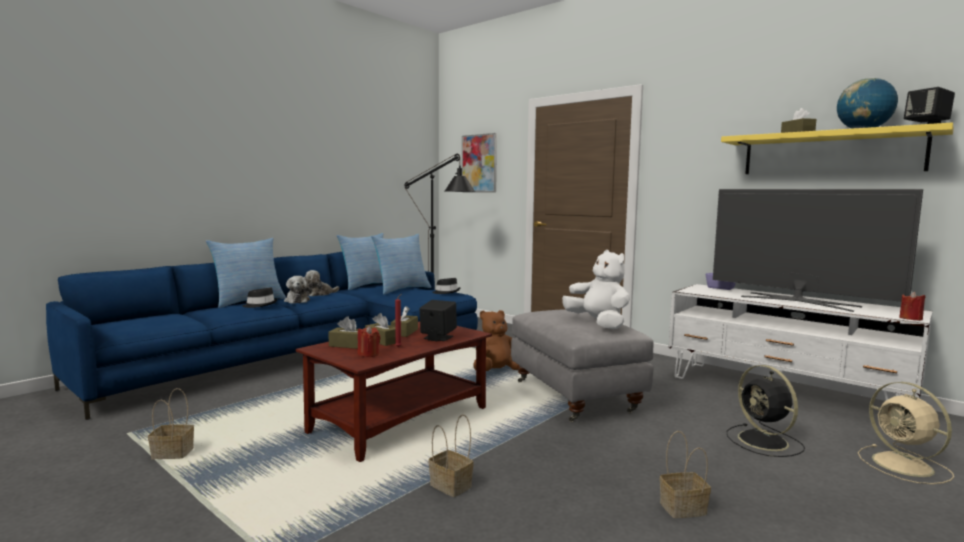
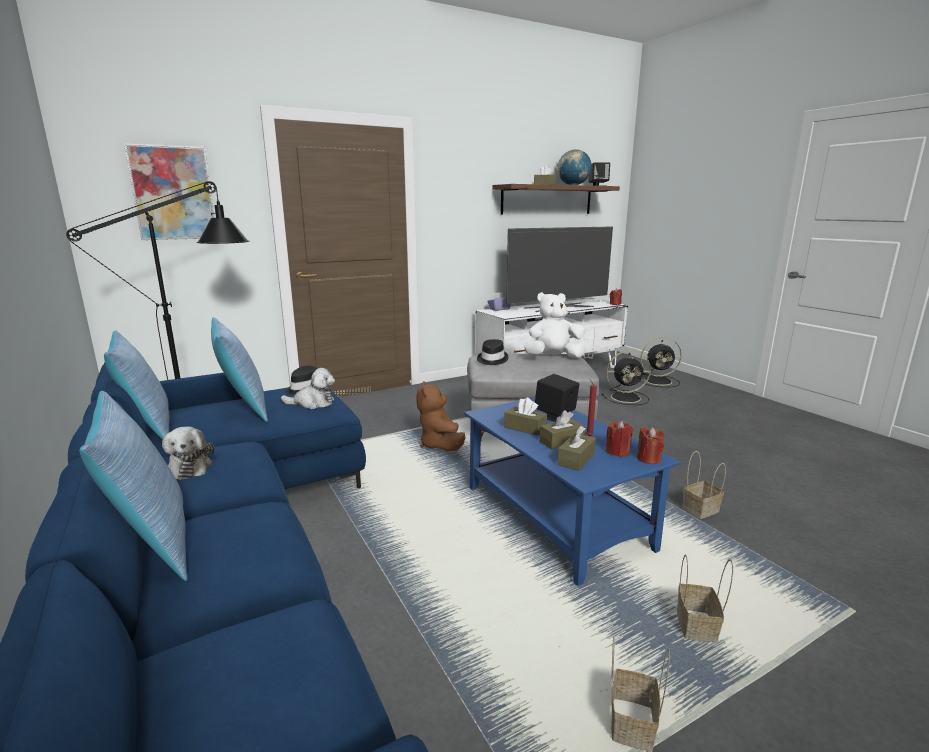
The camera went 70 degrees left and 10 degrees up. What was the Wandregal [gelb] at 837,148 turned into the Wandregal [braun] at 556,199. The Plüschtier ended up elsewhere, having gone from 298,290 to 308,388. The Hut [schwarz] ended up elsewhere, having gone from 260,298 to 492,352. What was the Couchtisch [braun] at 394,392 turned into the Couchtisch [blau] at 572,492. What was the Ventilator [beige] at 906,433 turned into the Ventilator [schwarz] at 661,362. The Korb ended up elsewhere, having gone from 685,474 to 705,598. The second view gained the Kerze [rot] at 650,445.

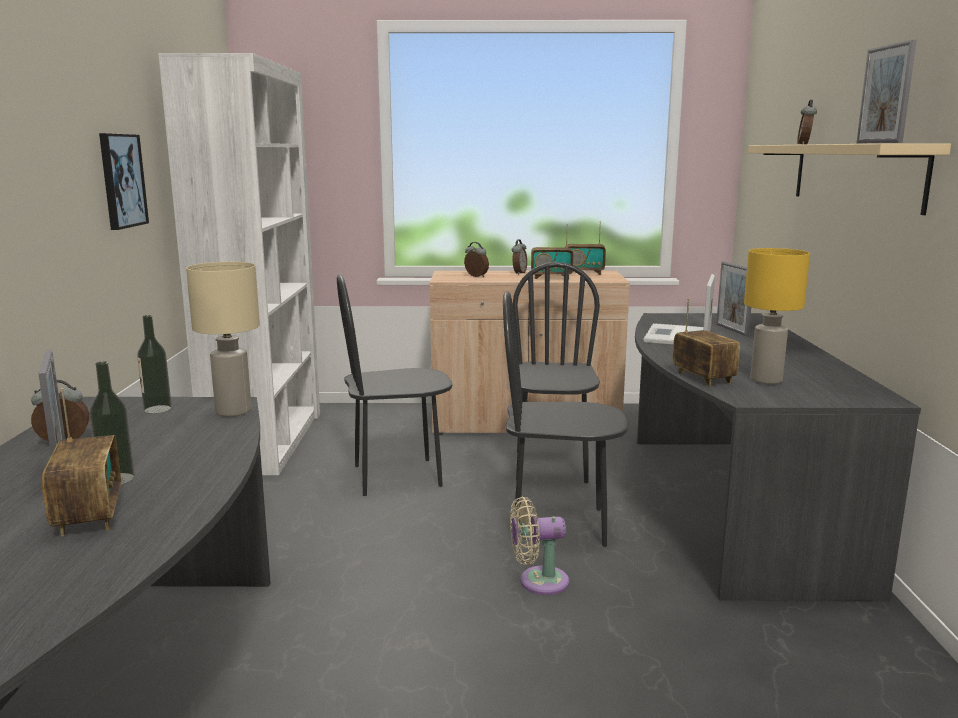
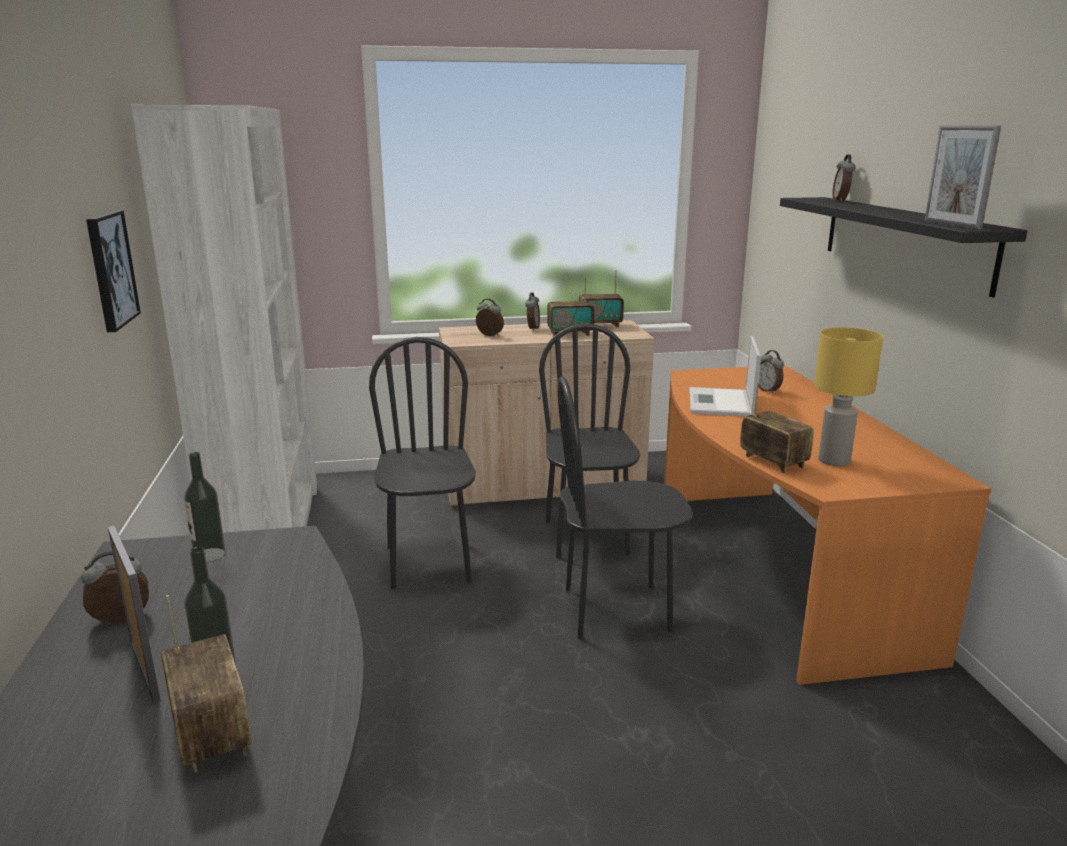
The camera went 10 degrees left and 5 degrees up. What was the Wandregal [beige] at 849,179 turned into the Wandregal [schwarz] at 903,247. Where the Bilderrahmen stood at 733,298, the Wecker came to stand at 771,372. The second view lost the Tischlampe [beige] at 223,339. The Stuhl [schwarz] at 395,385 ended up facing another way, 105 degrees clockwise from before. What was the Schreibtisch [grau] at 778,457 turned into the Schreibtisch [orange] at 827,525. The second view lost the Ventilator [beige] at 539,546.

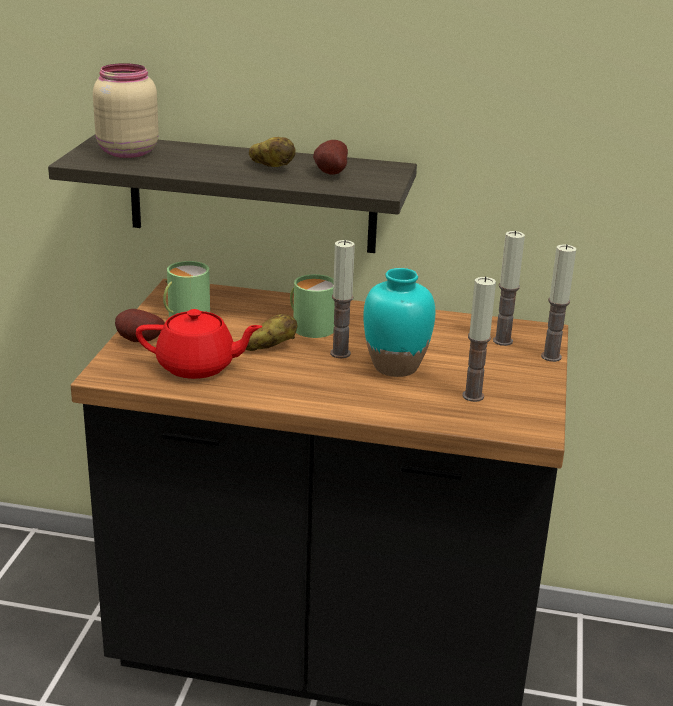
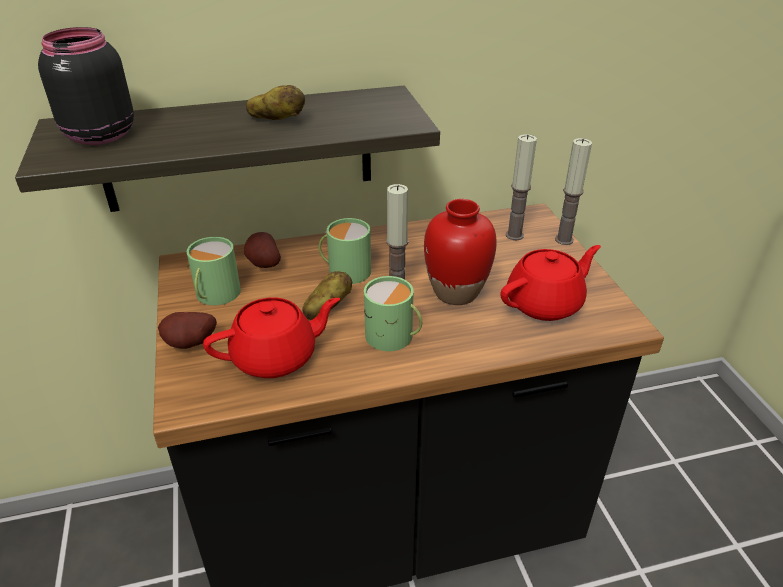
The camera went 25 degrees left and 10 degrees up. What was the Vorratsglas [beige] at 126,110 turned into the Vorratsglas [schwarz] at 86,86. The Kartoffel ended up elsewhere, having gone from 330,157 to 262,250. What was the Vase [türkis] at 399,322 turned into the Vase [rot] at 460,252. Where the Kerze stood at 479,339, the Teekanne [rot] came to stand at 551,283. The second view gained the Henkelbecher [grün] at 393,313.

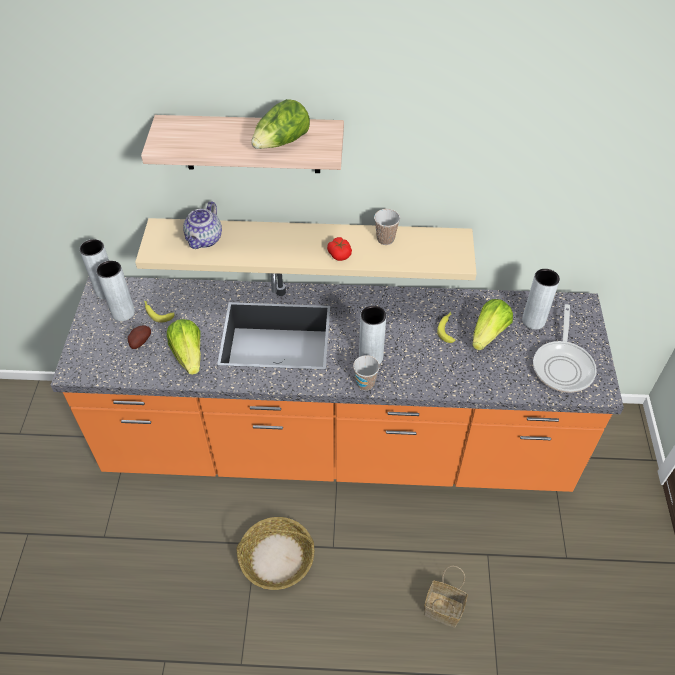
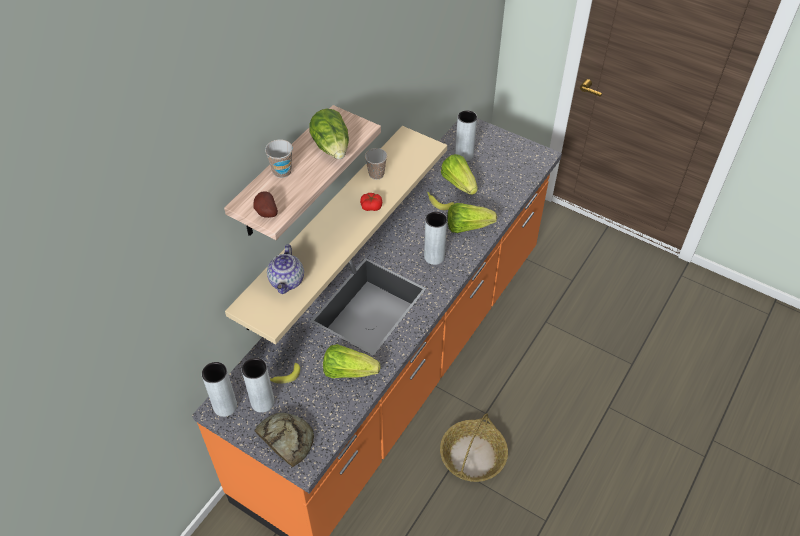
The camera went 60 degrees left and 0 degrees up. The Teekanne at 202,225 ended up facing another way, 45 degrees clockwise from before. The second view lost the Pfanne at 565,348. The Kartoffel ended up elsewhere, having gone from 139,337 to 265,204. The Tasse ended up elsewhere, having gone from 366,373 to 279,158. The second view lost the Korb at 446,597. The second view gained the Salatkopf at 472,218. The second view gained the Brot at 284,440.

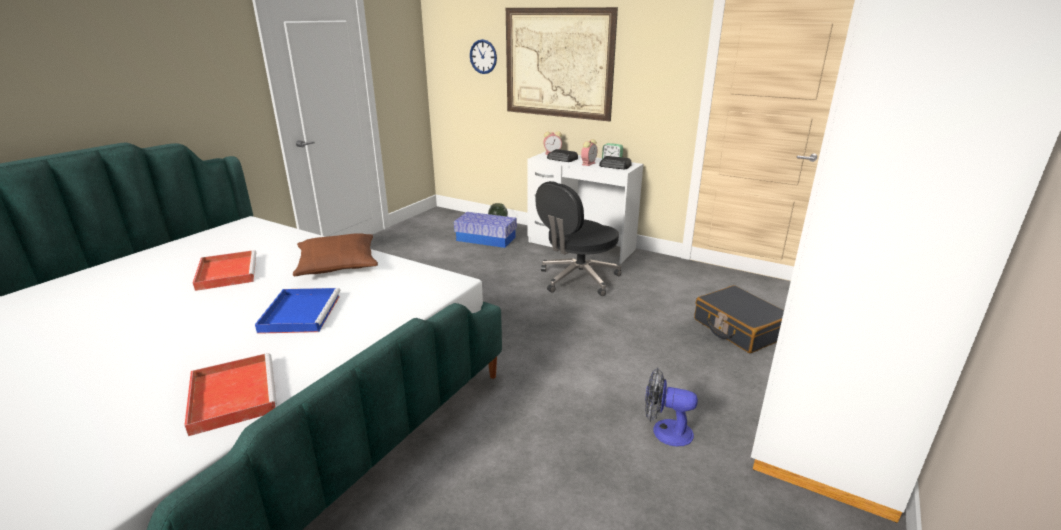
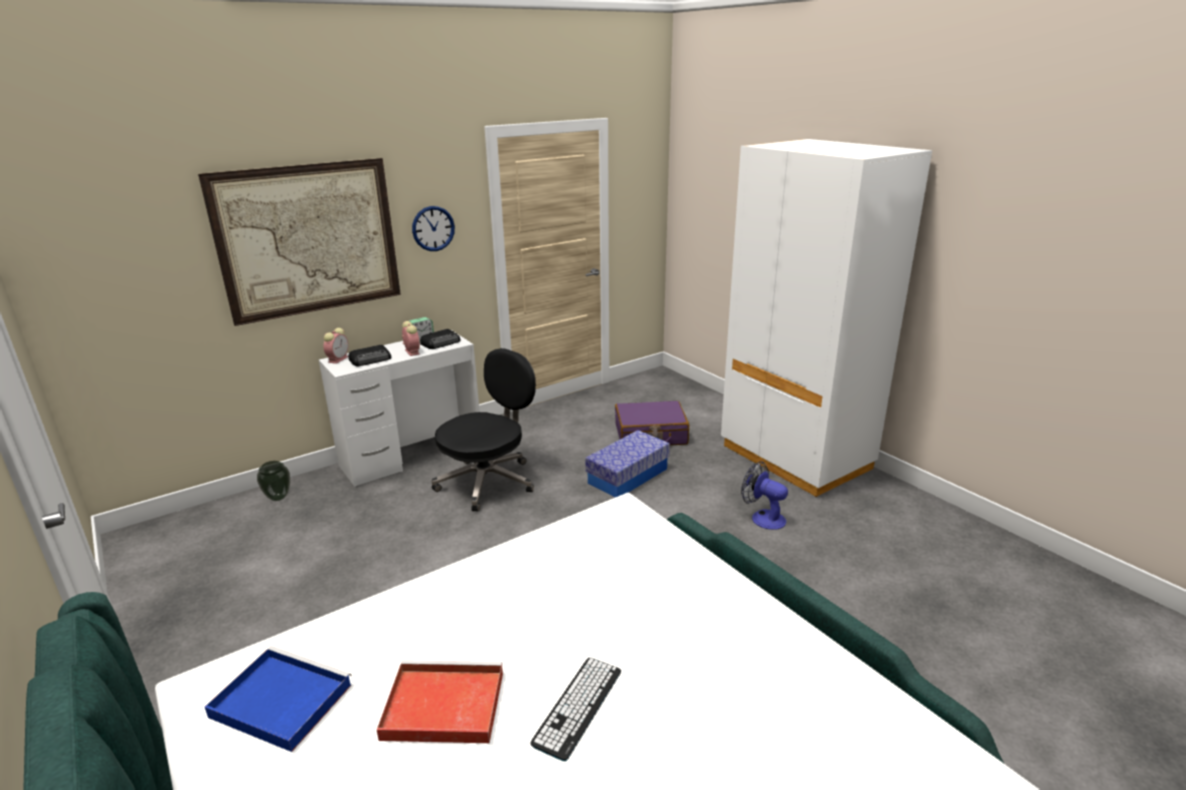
The camera went 65 degrees left and 0 degrees up. The Wanduhr ended up elsewhere, having gone from 483,56 to 433,228. The Bürostuhl [schwarz] at 578,238 ended up facing another way, 120 degrees counterclockwise from before. The Aufbewahrungsbox ended up elsewhere, having gone from 485,230 to 627,463. The second view lost the Kissen [braun] at 335,254. What was the Koffer [schwarz] at 739,319 turned into the Koffer [lila] at 652,423. The Tablett [blau] ended up elsewhere, having gone from 297,311 to 278,699. The second view lost the Tablett [rot] at 230,394. The Ventilator at 671,407 ended up facing another way, 90 degrees clockwise from before. The second view gained the Tastatur at 575,709.

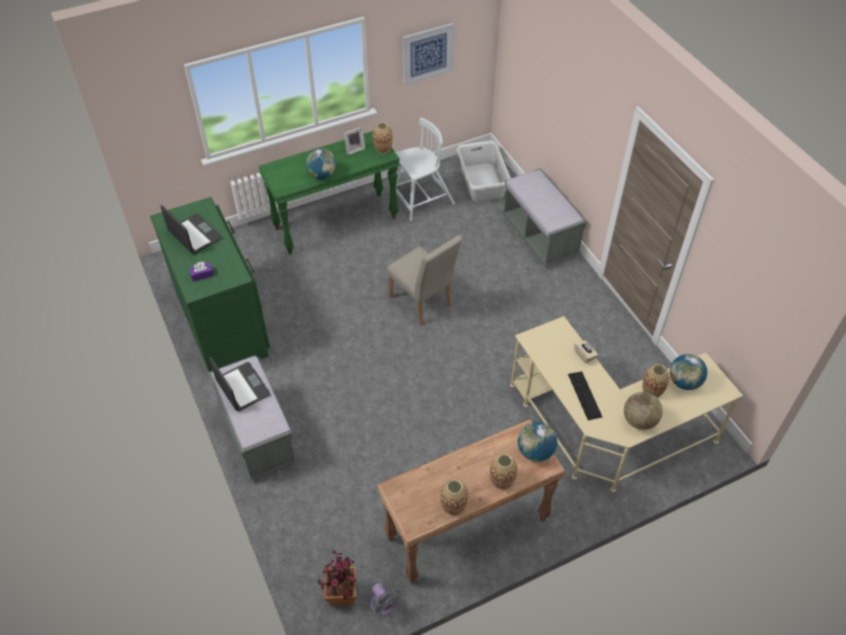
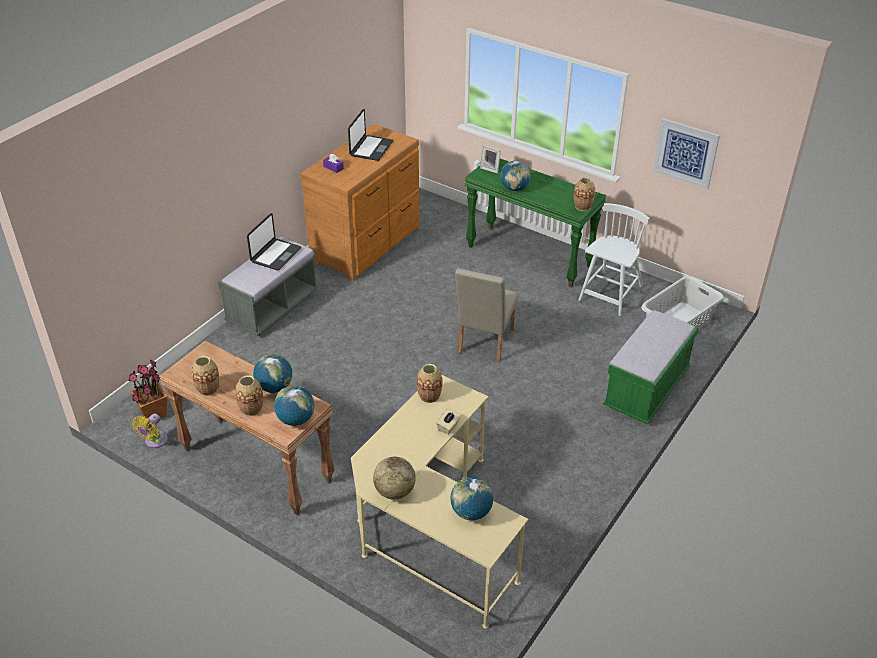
The camera went 60 degrees right and 10 degrees down. The Stuhl [weiß] at 425,169 ended up facing another way, 90 degrees counterclockwise from before. The Bilderrahmen ended up elsewhere, having gone from 354,141 to 490,159. What was the Bank [grau] at 544,217 turned into the Bank [grün] at 651,367. What was the Kommode [grün] at 210,284 turned into the Kommode [braun] at 359,202. The Vase ended up elsewhere, having gone from 656,381 to 429,383. The second view lost the Tastatur at 585,395. What was the Ventilator [grau] at 385,599 turned into the Ventilator [gelb] at 150,430. The second view gained the Globus at 272,373.

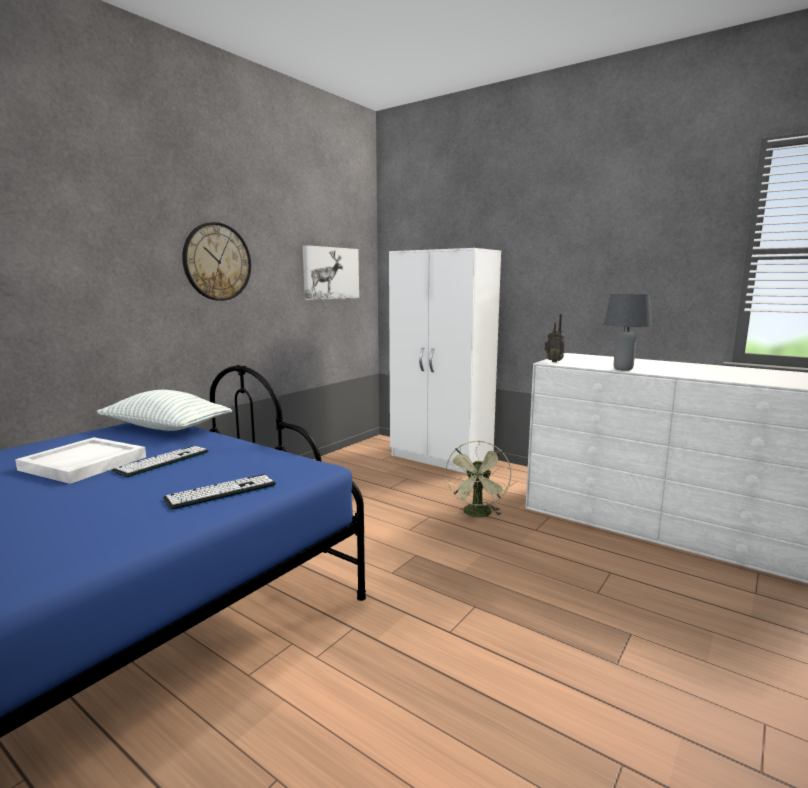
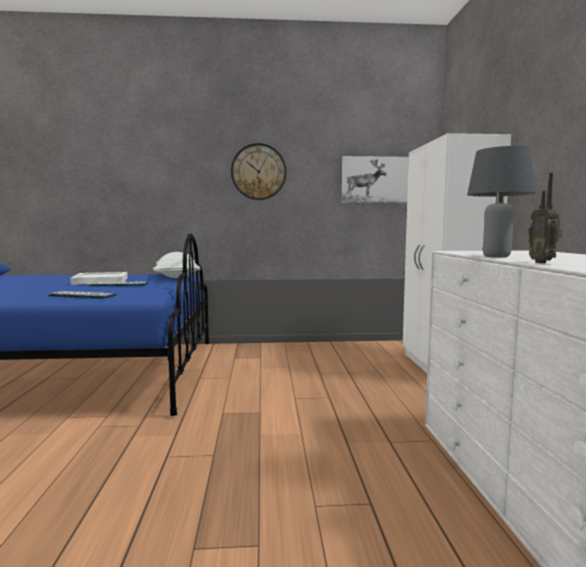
The camera went 50 degrees right and 5 degrees down. The Radio ended up elsewhere, having gone from 554,338 to 545,218. The second view lost the Ventilator [grün] at 478,478.

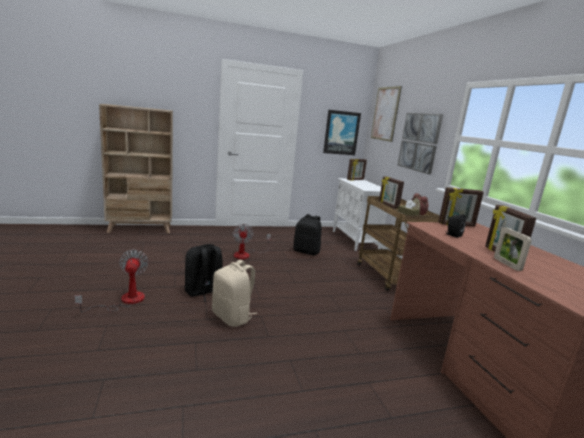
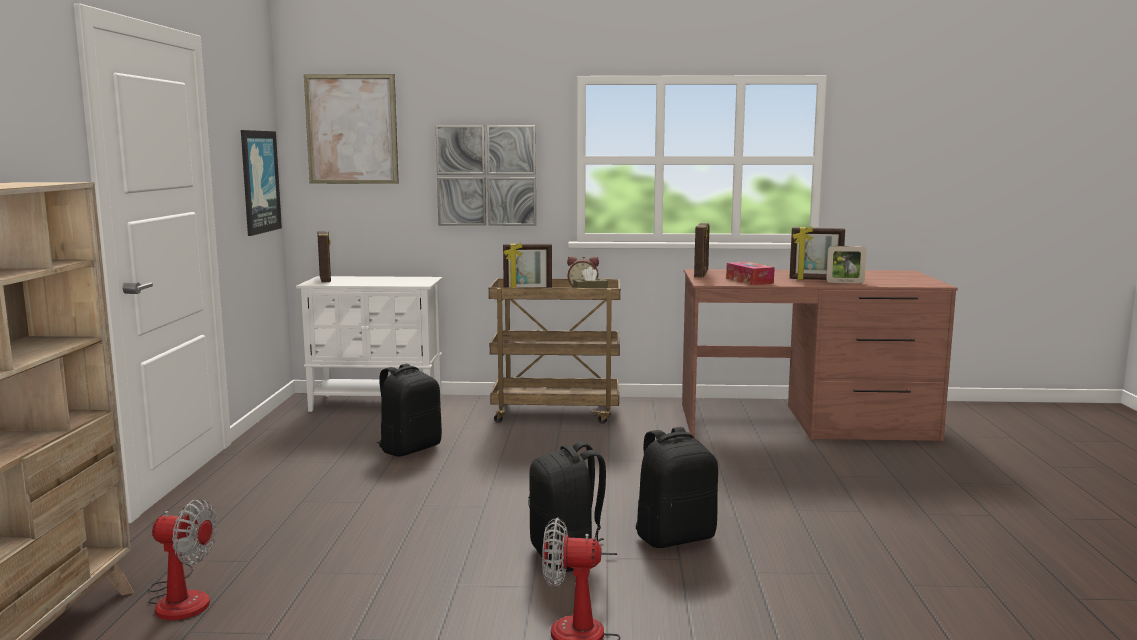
The camera went 70 degrees left and 5 degrees down. Where the Lautsprecher [schwarz] stood at 455,226, the Taschentuchbox came to stand at 750,273. The Ventilator ended up elsewhere, having gone from 252,241 to 182,559. What was the Rucksack [beige] at 234,293 turned into the Rucksack [schwarz] at 676,487.

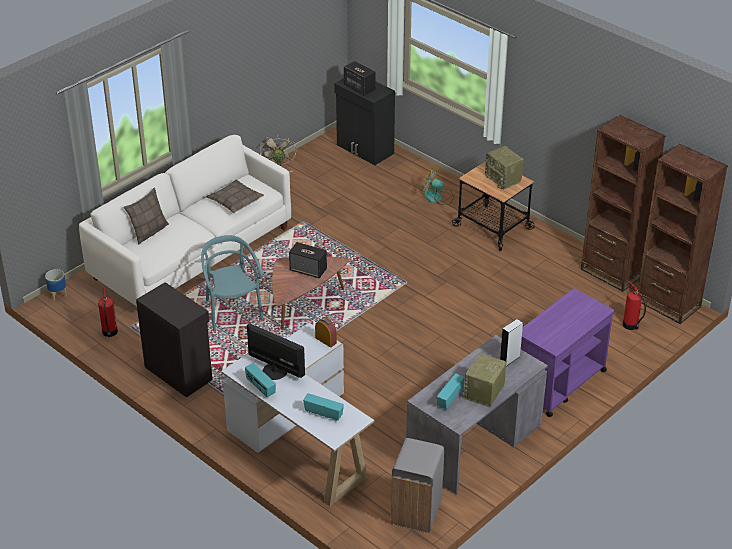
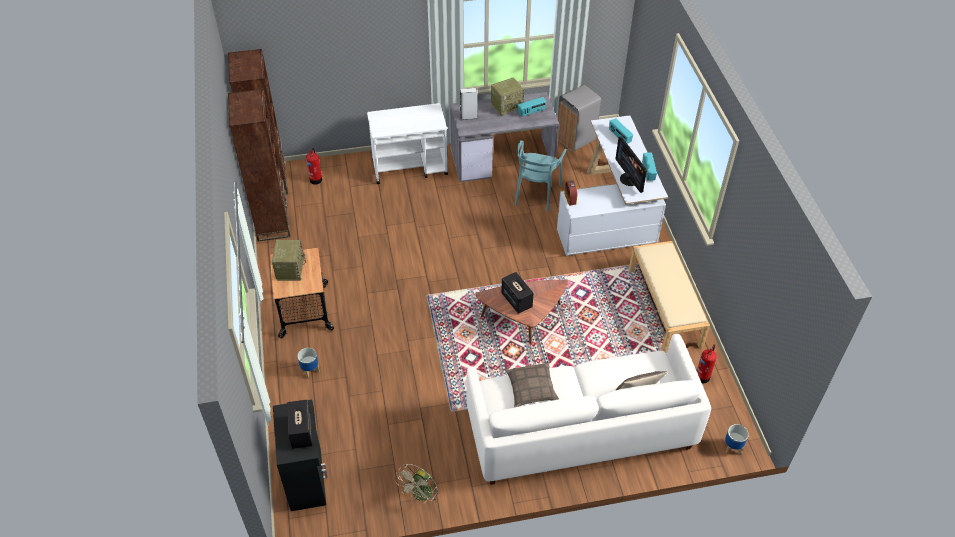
The camera went 145 degrees left and 10 degrees up. Where the Ventilator stood at 437,186, the Pflanzkübel came to stand at 308,363. The Stuhl [türkis] ended up elsewhere, having gone from 232,283 to 541,176. Where the Schrank [schwarz] stood at 174,339, the Bank [beige] came to stand at 669,297. What was the Rollwagen [lila] at 567,352 turned into the Rollwagen [weiß] at 407,143.

